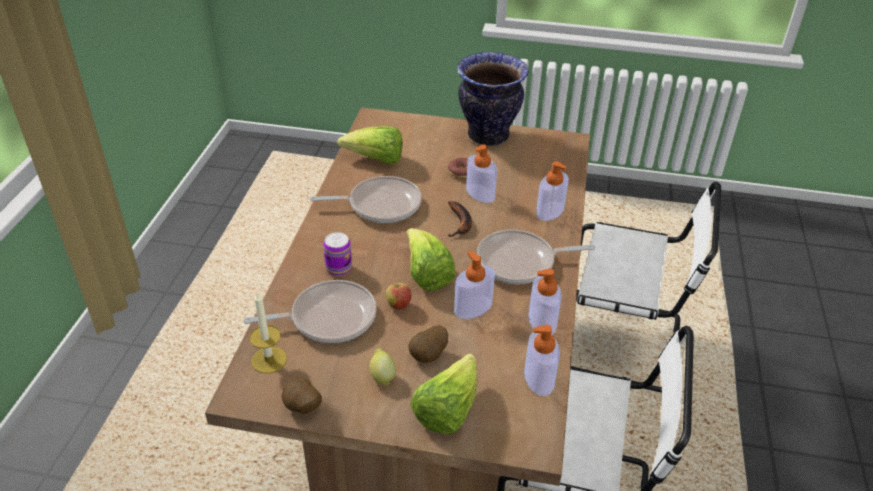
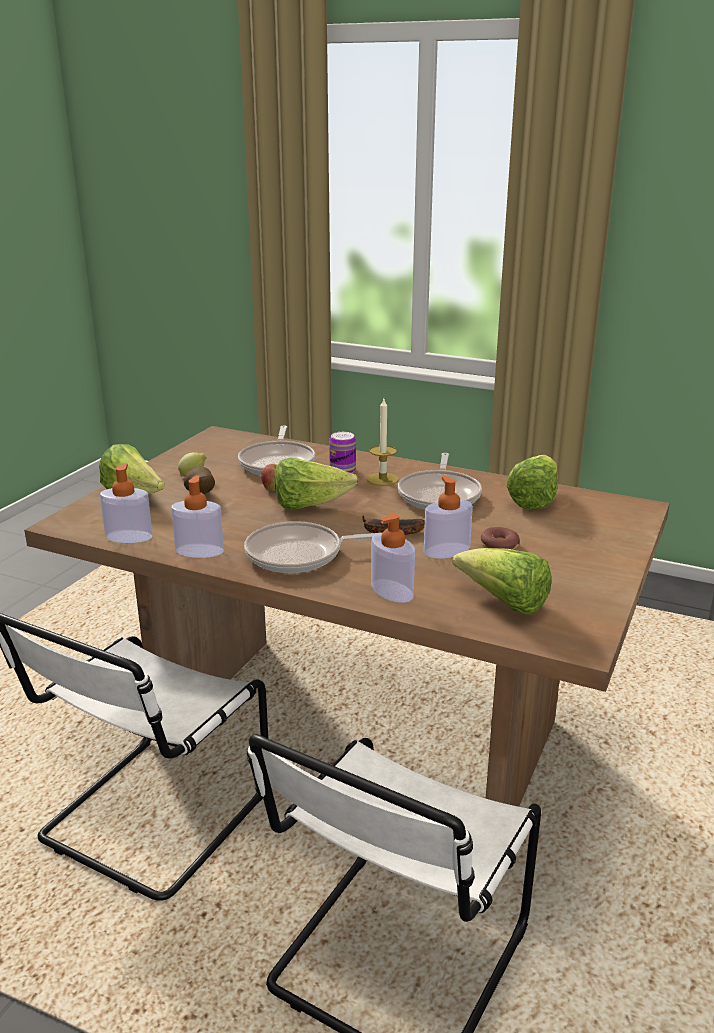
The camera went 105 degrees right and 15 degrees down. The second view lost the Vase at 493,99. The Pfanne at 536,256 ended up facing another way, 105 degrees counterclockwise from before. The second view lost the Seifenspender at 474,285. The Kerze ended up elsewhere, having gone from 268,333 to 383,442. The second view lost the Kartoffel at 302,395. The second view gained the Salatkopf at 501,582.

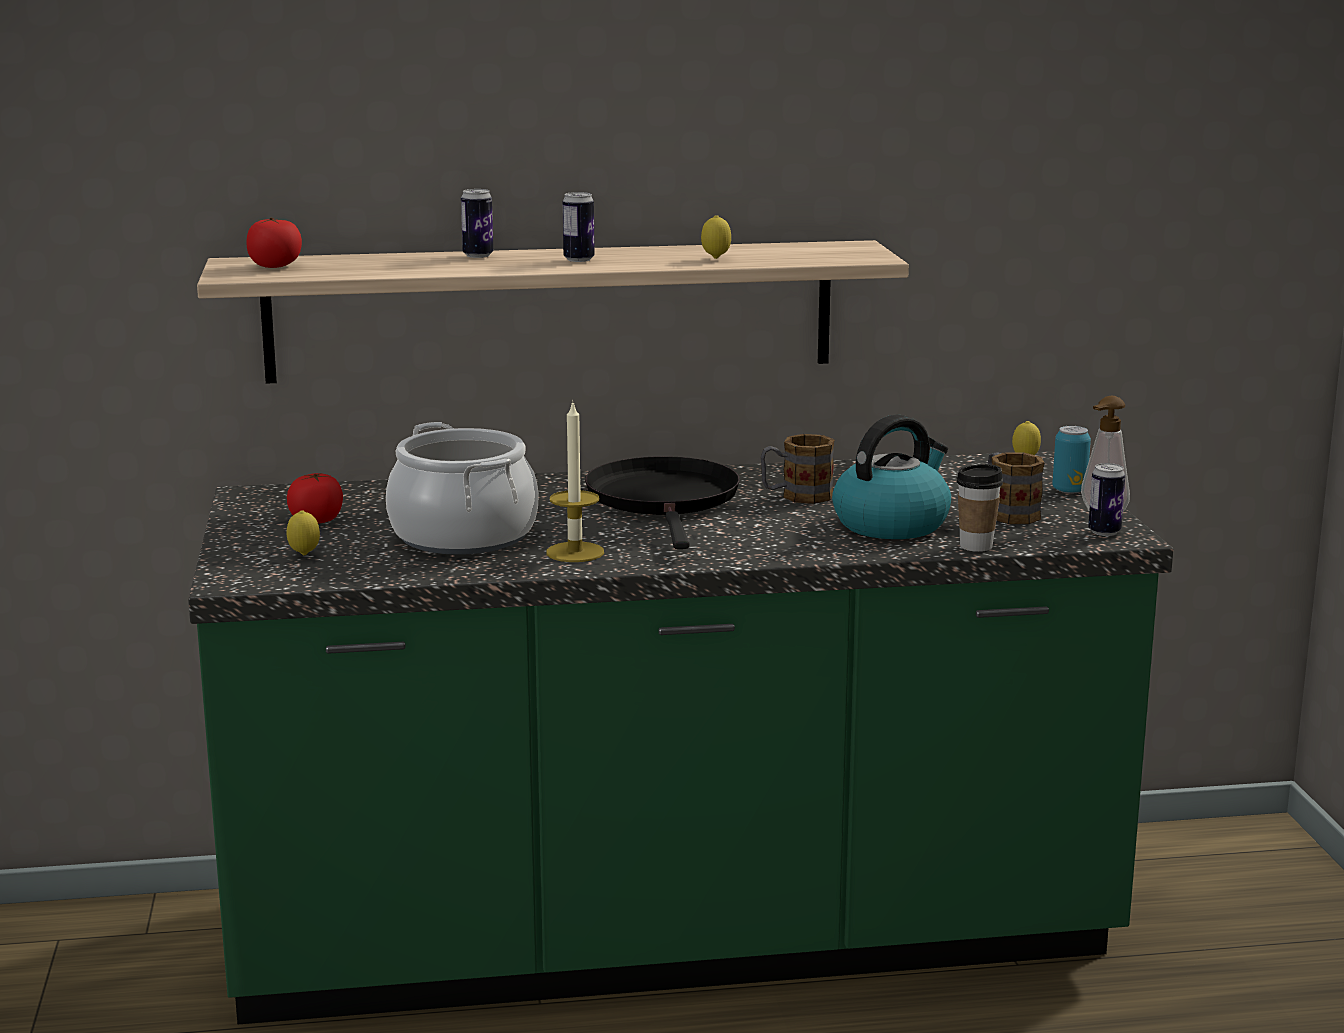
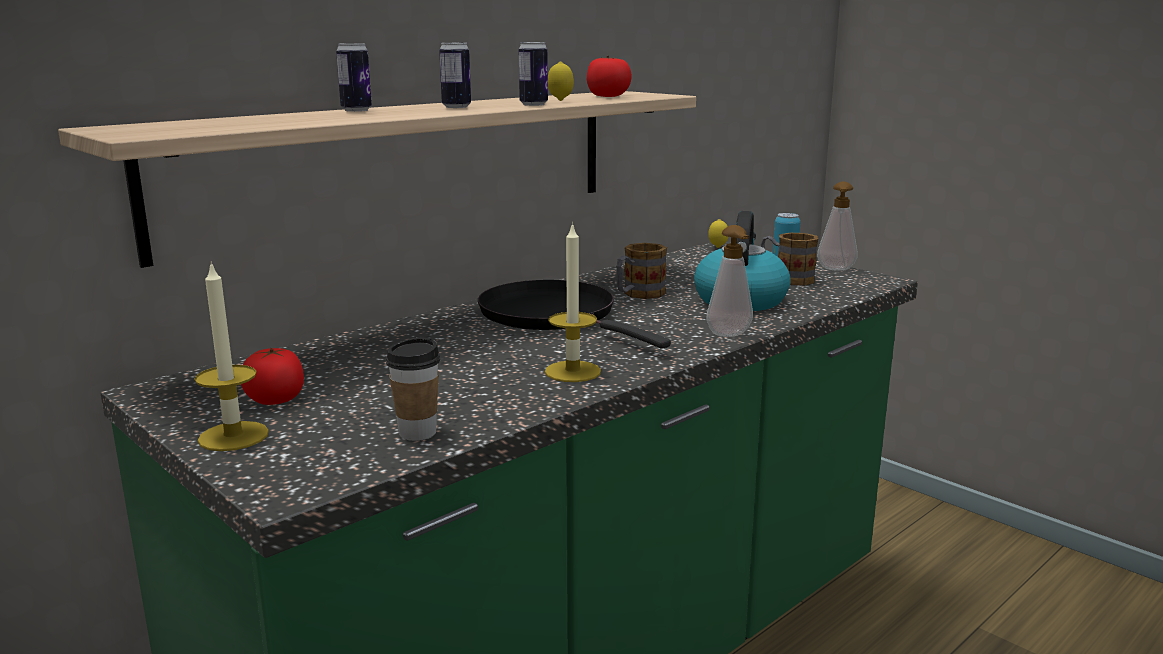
The camera went 35 degrees left and 0 degrees up. The Tomate ended up elsewhere, having gone from 274,243 to 609,76. The second view lost the Kochtopf at 462,488. The Dose ended up elsewhere, having gone from 1106,499 to 533,74. The Tasse ended up elsewhere, having gone from 979,508 to 413,389. The second view lost the Zitrone at 303,532. The second view gained the Seifenspender at 729,281. The second view gained the Kerze at 231,356.

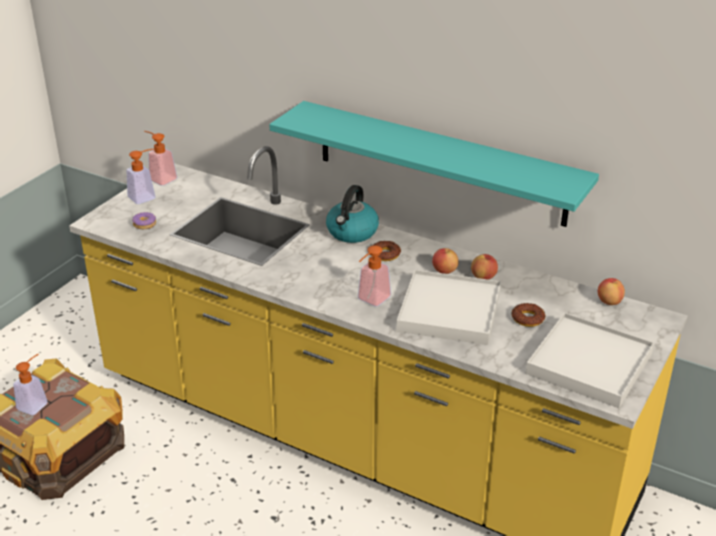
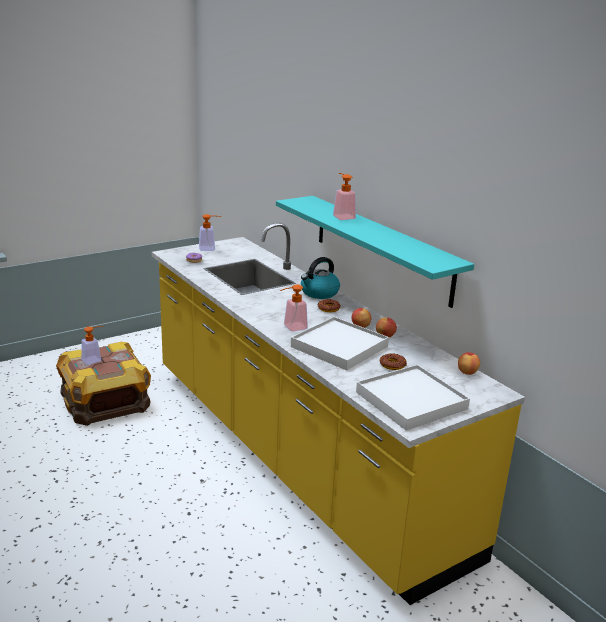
The camera went 25 degrees right and 10 degrees down. The Seifenspender ended up elsewhere, having gone from 160,158 to 344,196.

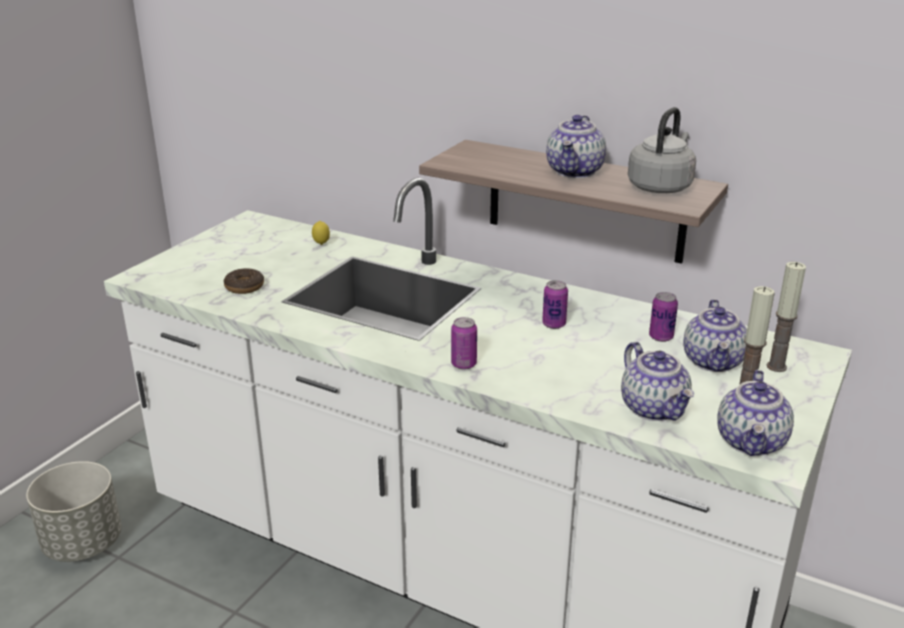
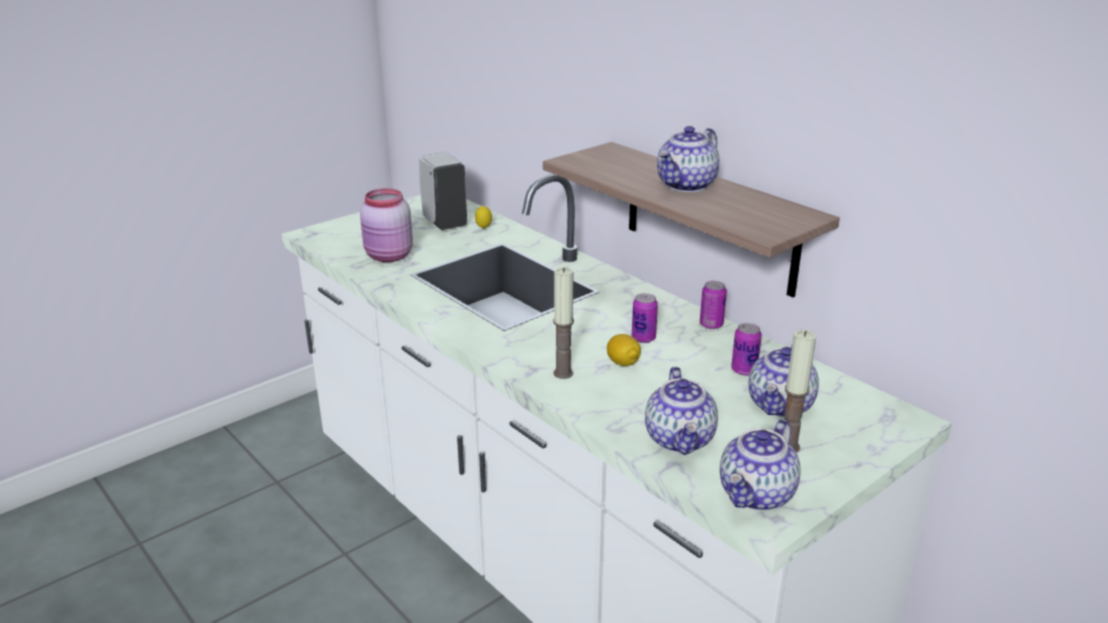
The camera went 20 degrees right and 0 degrees up. The second view lost the Wasserkessel [grau] at 662,150. The Kerze ended up elsewhere, having gone from 786,317 to 563,323. Where the Donut stood at 244,281, the Vorratsglas [rosa] came to stand at 386,225. The Dose ended up elsewhere, having gone from 464,343 to 713,305. The second view lost the Pflanzkübel [grau] at 74,511. The second view gained the Seifenspender [weiß] at 443,191. The second view gained the Zitrone at 624,350.

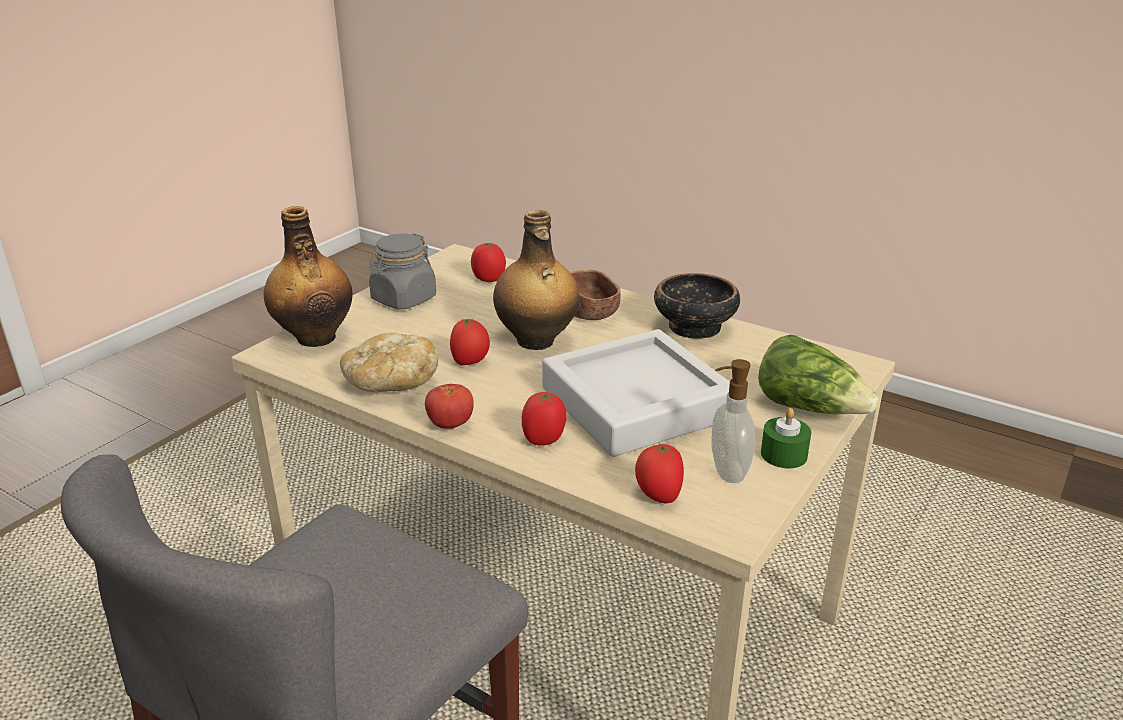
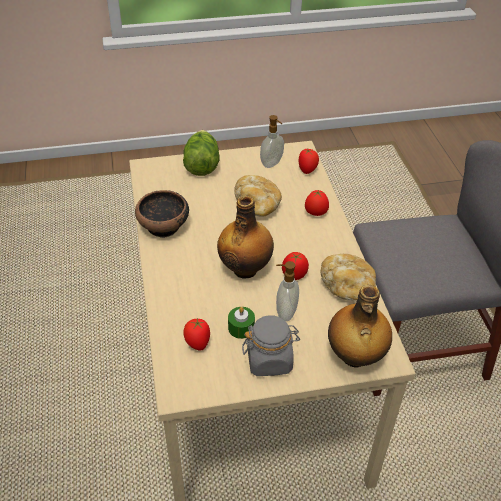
The camera went 135 degrees left and 15 degrees up. The second view lost the Schüssel [braun] at 595,295. Where the Tablett [grau] stood at 636,393, the Brot came to stand at 258,196. The second view lost the Tomate at 449,406. The Kerze [grün] ended up elsewhere, having gone from 786,438 to 241,323. The second view gained the Seifenspender at 287,291.

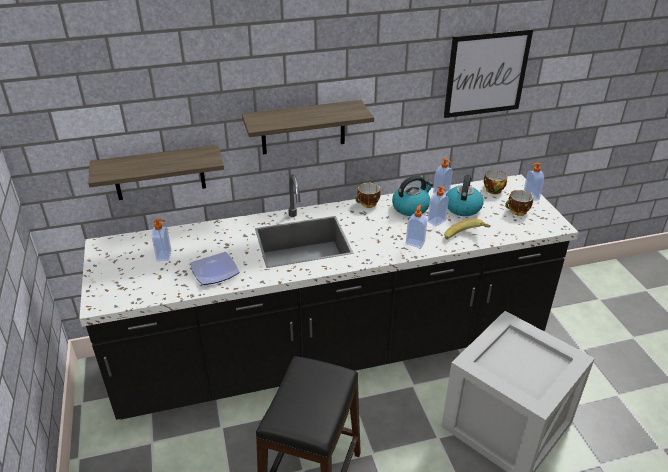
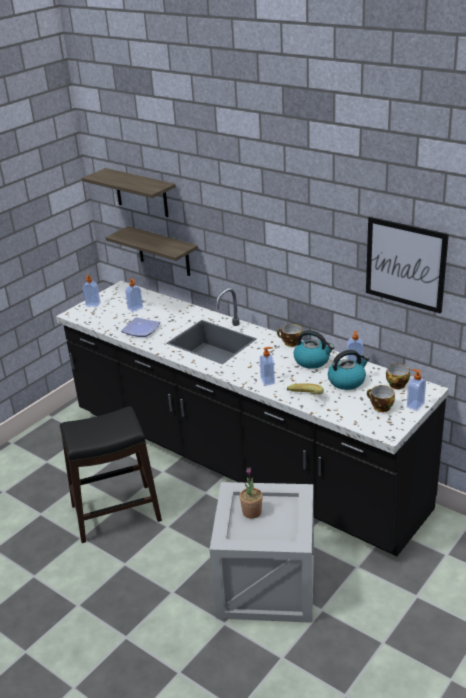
The camera went 55 degrees right and 5 degrees down. The Wandregal ended up elsewhere, having gone from 308,127 to 129,192. The Seifenspender ended up elsewhere, having gone from 438,206 to 91,291. The second view gained the Topfpflanze at 251,493.

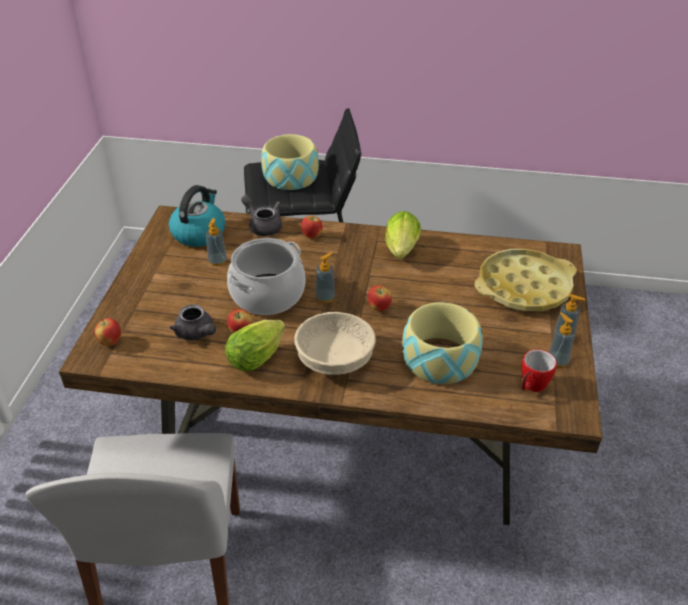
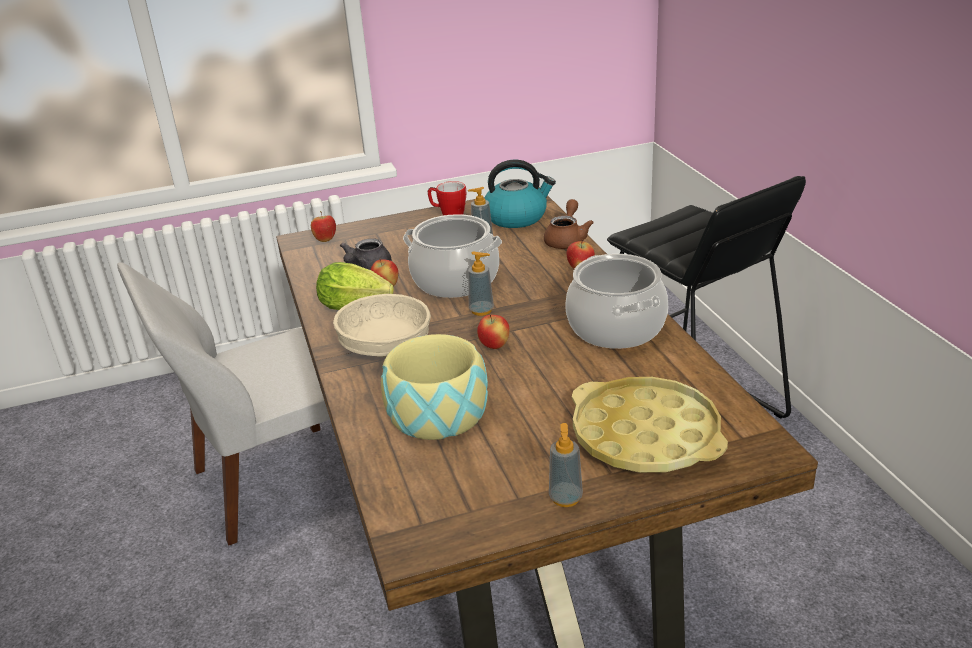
The camera went 65 degrees right and 10 degrees down. The second view lost the Schüssel at 290,162. What was the Teekanne [grau] at 261,215 turned into the Teekanne [braun] at 569,224. Where the Salatkopf stood at 403,235, the Kochtopf came to stand at 616,301. The second view lost the Seifenspender at 562,340. The Henkelbecher ended up elsewhere, having gone from 539,370 to 447,198.

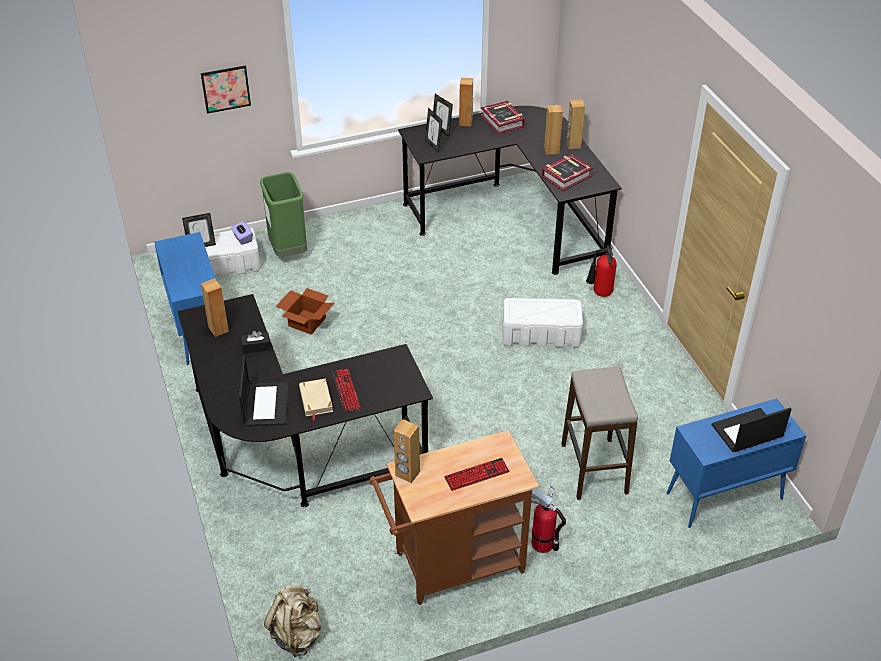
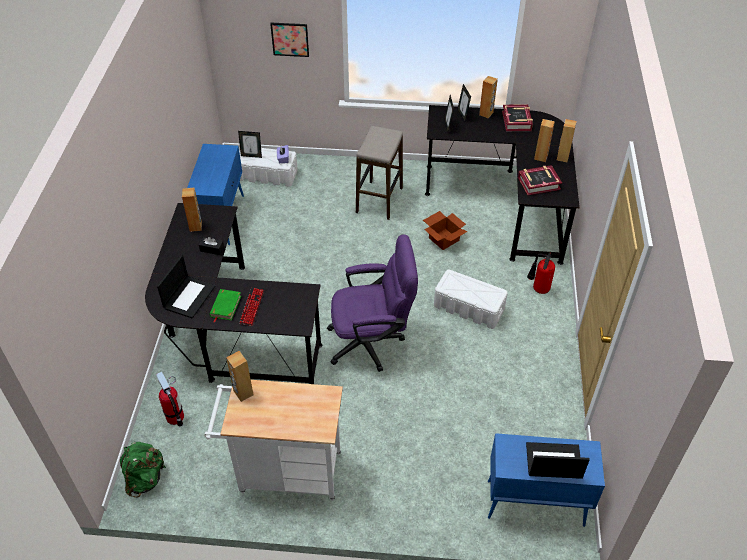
The camera went 25 degrees right and 5 degrees up. The second view lost the Mülleimer [grün] at 283,214. The Karton ended up elsewhere, having gone from 304,311 to 445,230. The Hocker ended up elsewhere, having gone from 599,433 to 379,173. What was the Buch [beige] at 316,400 turned into the Buch [grün] at 225,306. What was the Rollwagen [braun] at 454,517 turned into the Rollwagen [weiß] at 273,440. The second view lost the Tastatur at 476,474. The Feuerlöscher ended up elsewhere, having gone from 548,519 to 170,399. What was the Rucksack [beige] at 292,621 turned into the Rucksack [grün] at 143,470. The second view gained the Bürostuhl [lila] at 372,303.

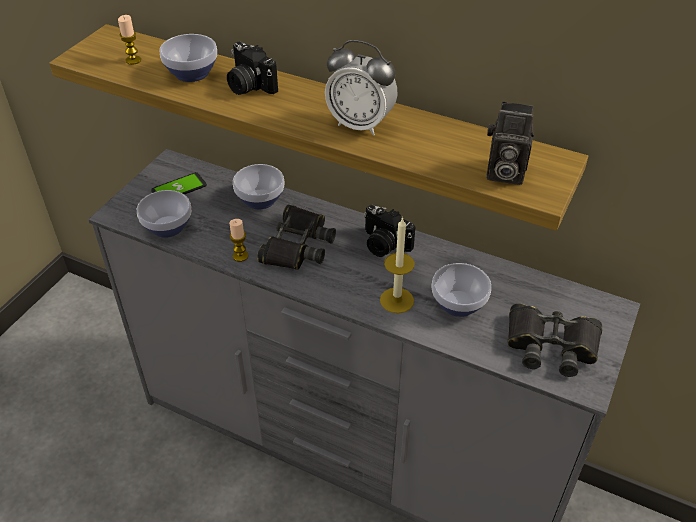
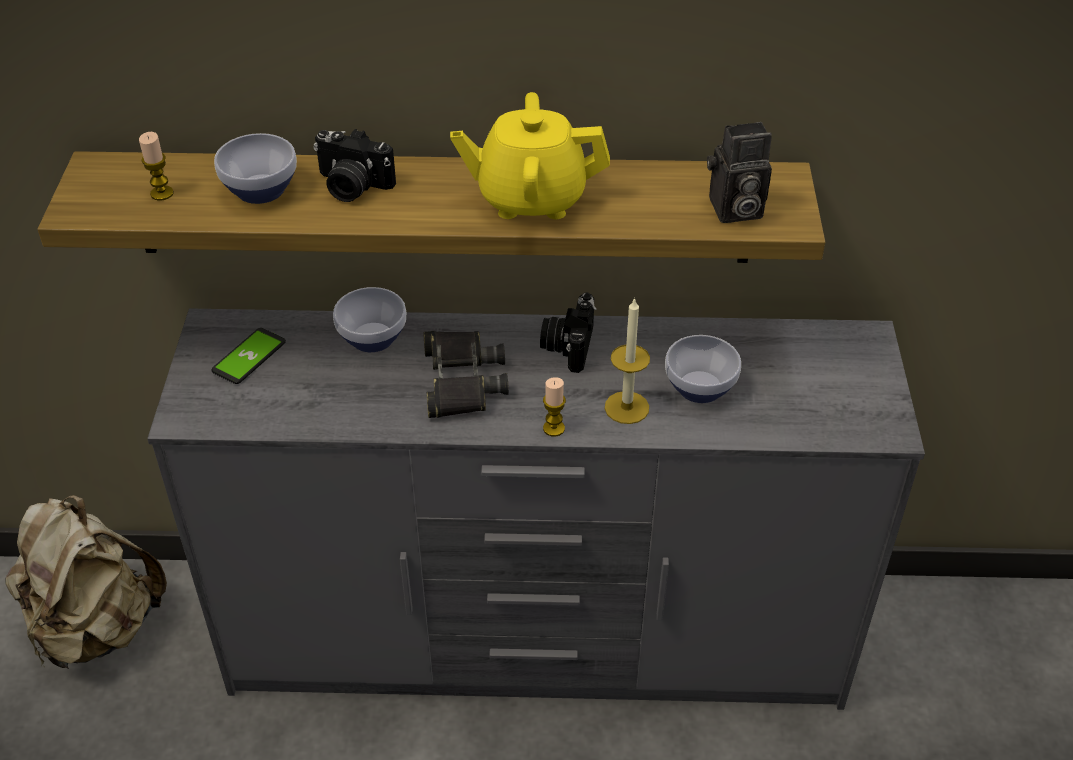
The camera went 25 degrees left and 0 degrees up. Where the Wecker stood at 361,88, the Teekanne [gelb] came to stand at 530,155. The second view lost the Schüssel at 164,214. The Kamera at 389,231 ended up facing another way, 90 degrees clockwise from before. The Kerze ended up elsewhere, having gone from 238,240 to 554,407. The second view lost the Fernglas [schwarz] at 555,340. The second view gained the Rucksack [beige] at 86,582.

